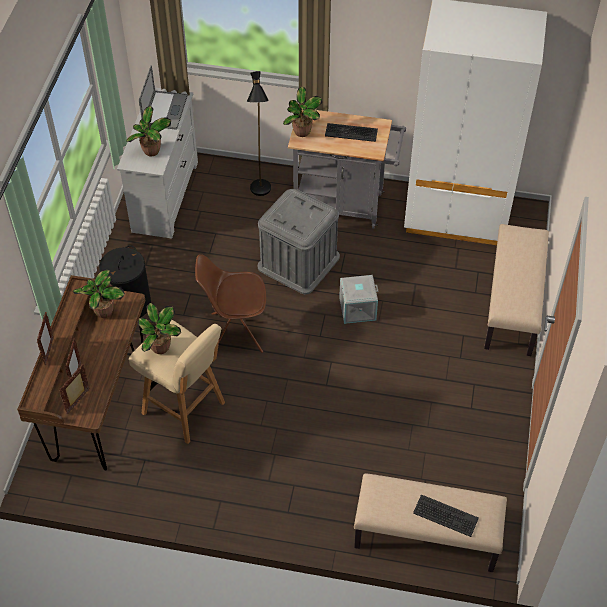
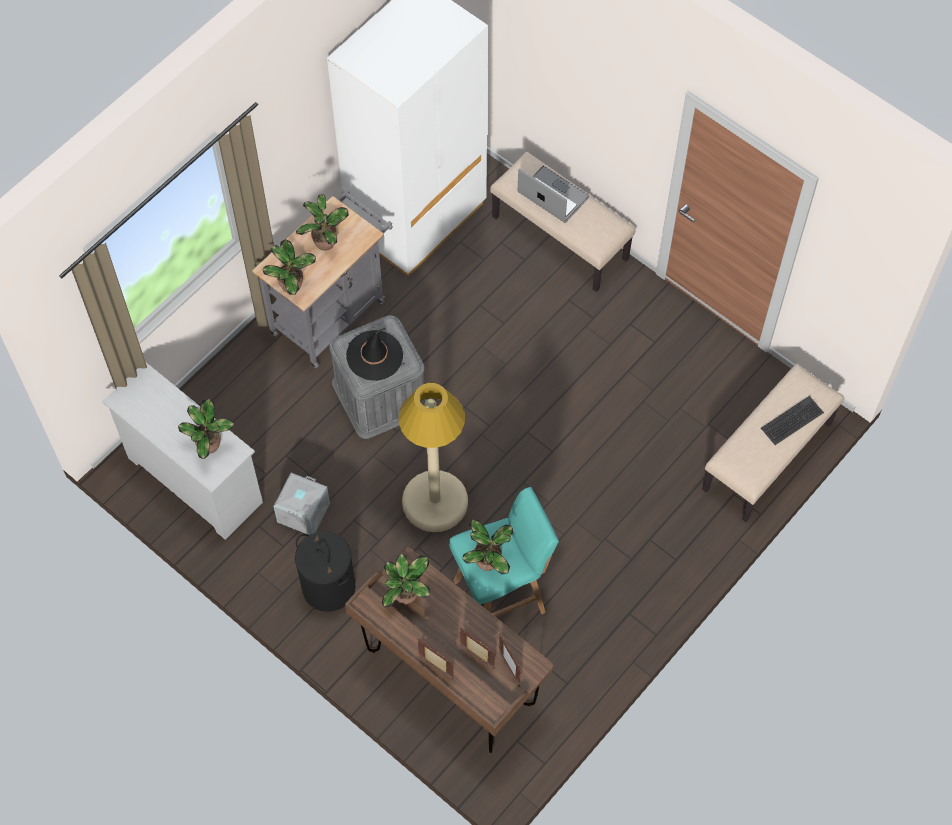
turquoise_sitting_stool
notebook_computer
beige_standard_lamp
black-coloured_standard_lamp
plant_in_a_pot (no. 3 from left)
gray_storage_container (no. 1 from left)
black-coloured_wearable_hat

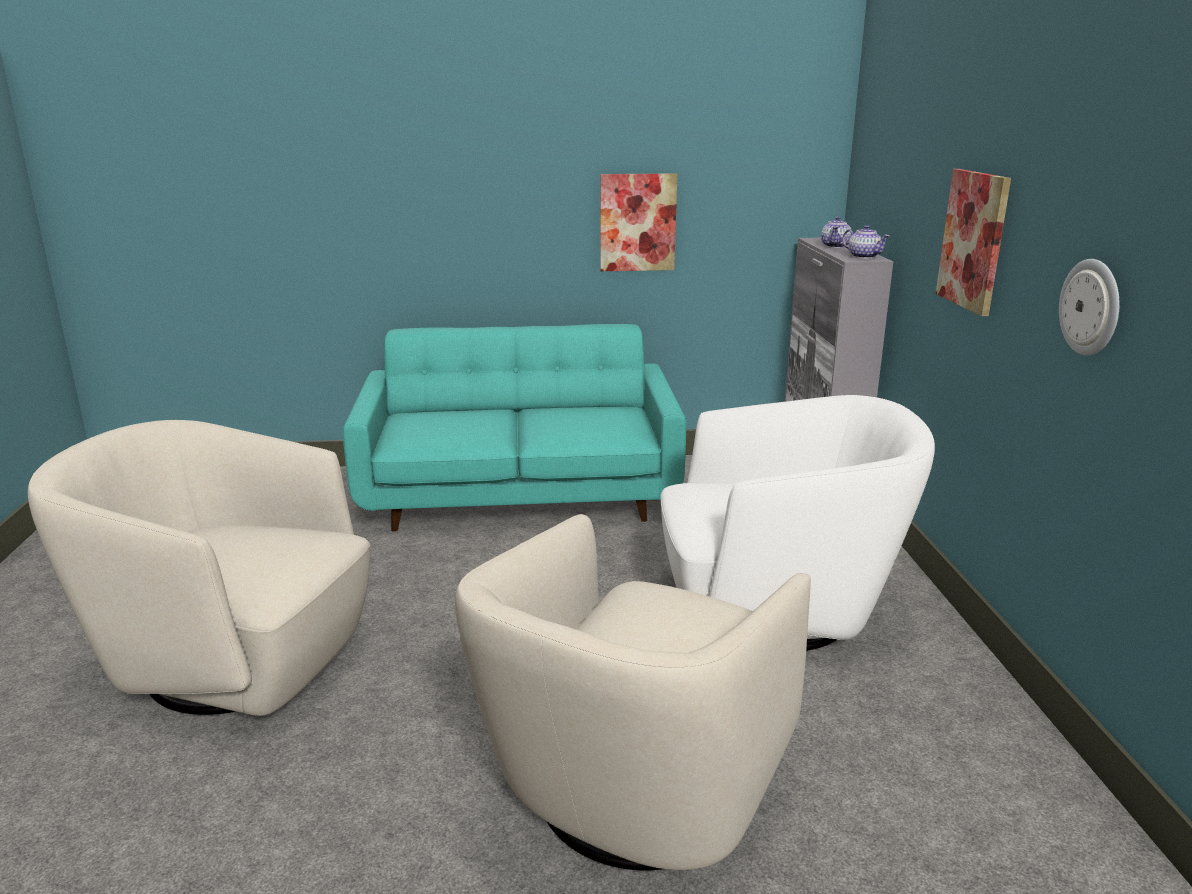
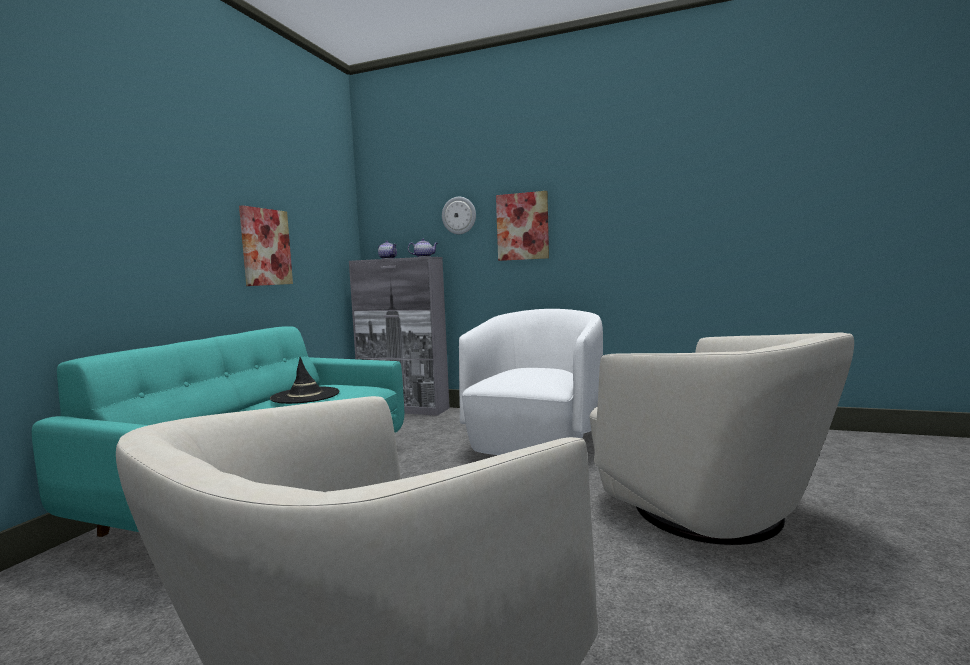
wall_clock
black-coloured_wearable_hat

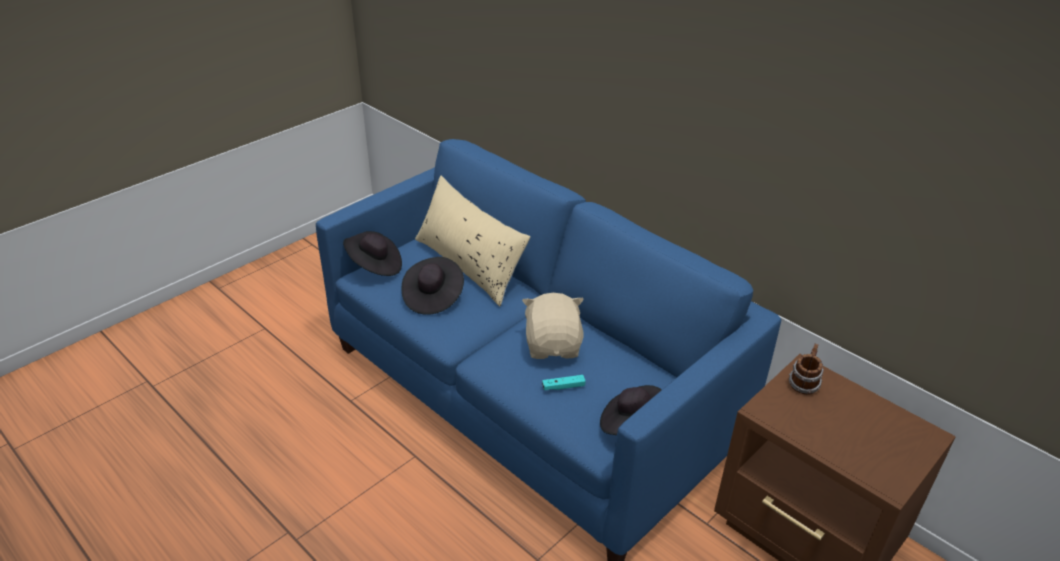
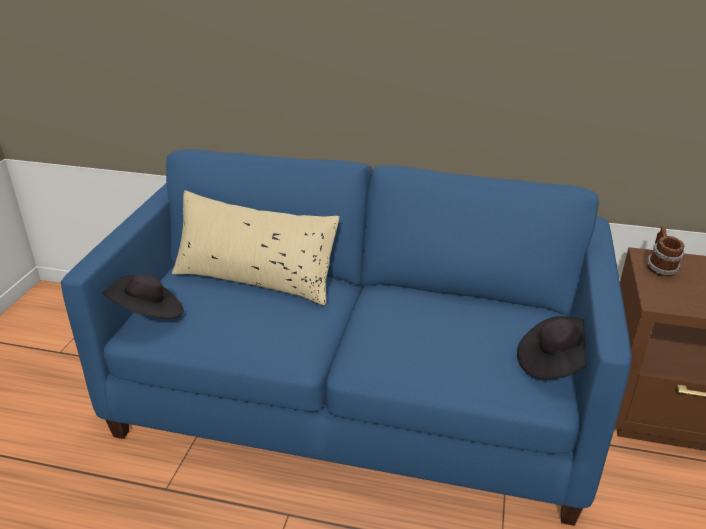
black-coloured_wearable_hat (no. 2 from left in the first image)
beige_cuddly_toy
turquoise_game_controller

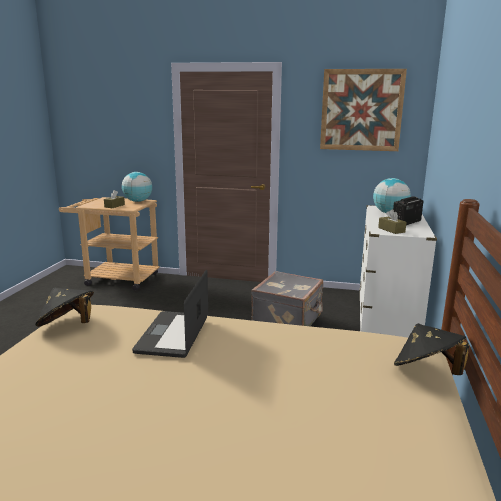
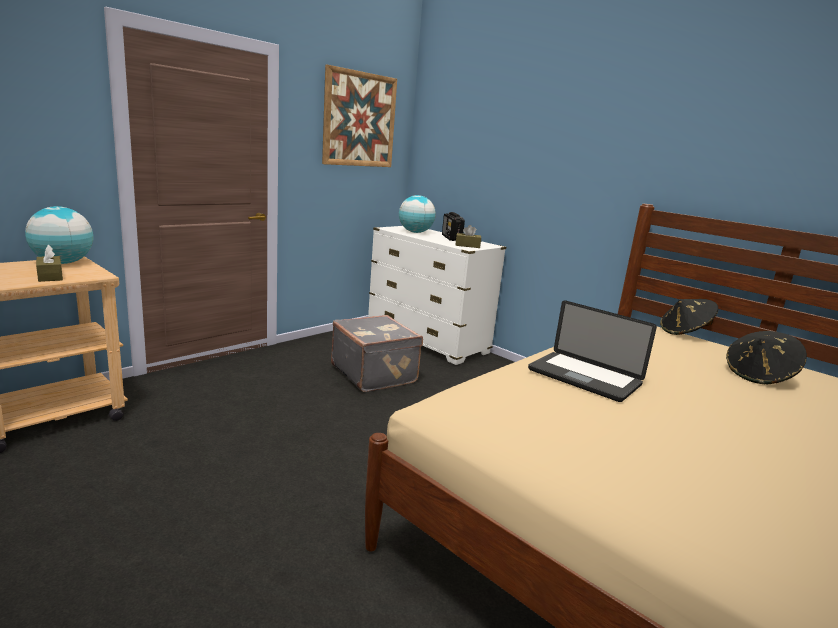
black-coloured_wearable_hat (no. 2 from left)

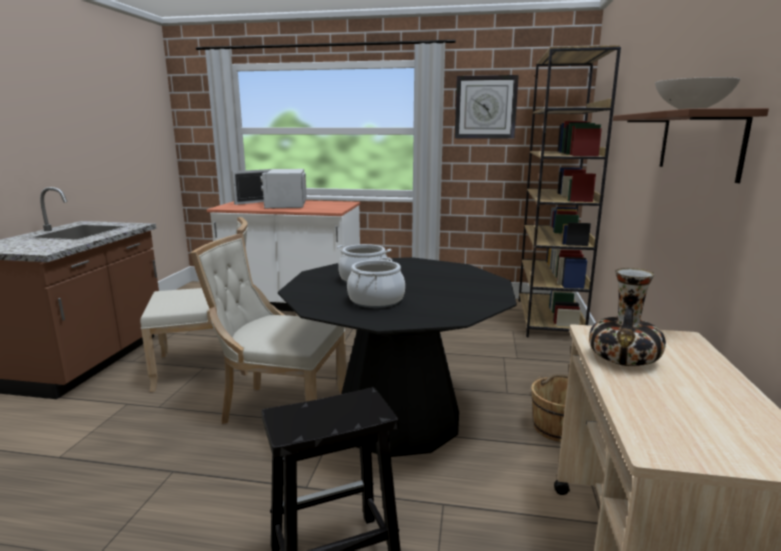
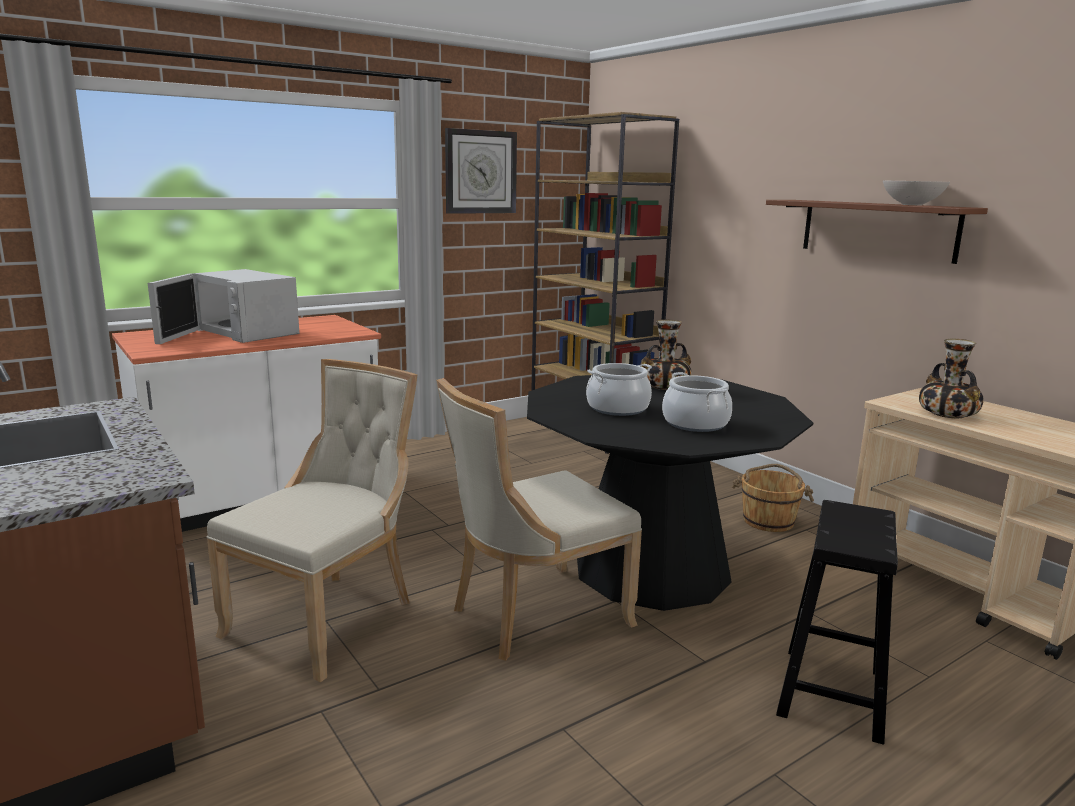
vase (no. 1 from left)

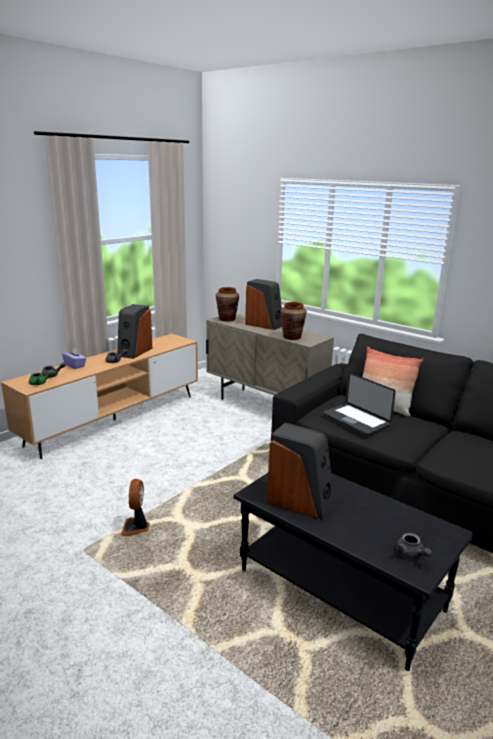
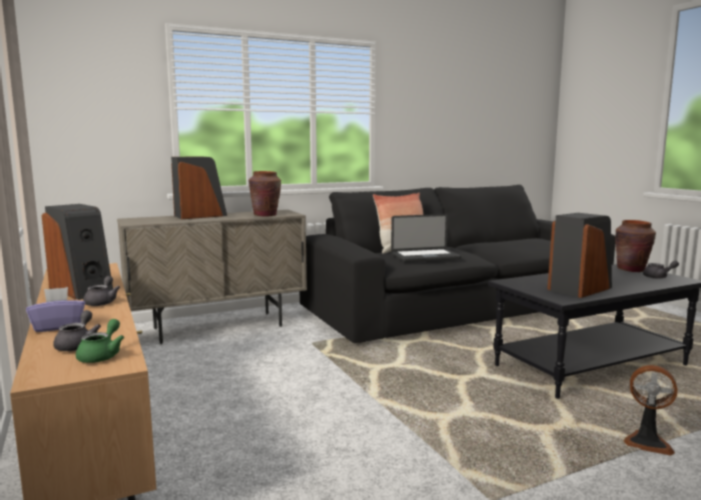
cooling_fan
brownish_vase (no. 2 from left)

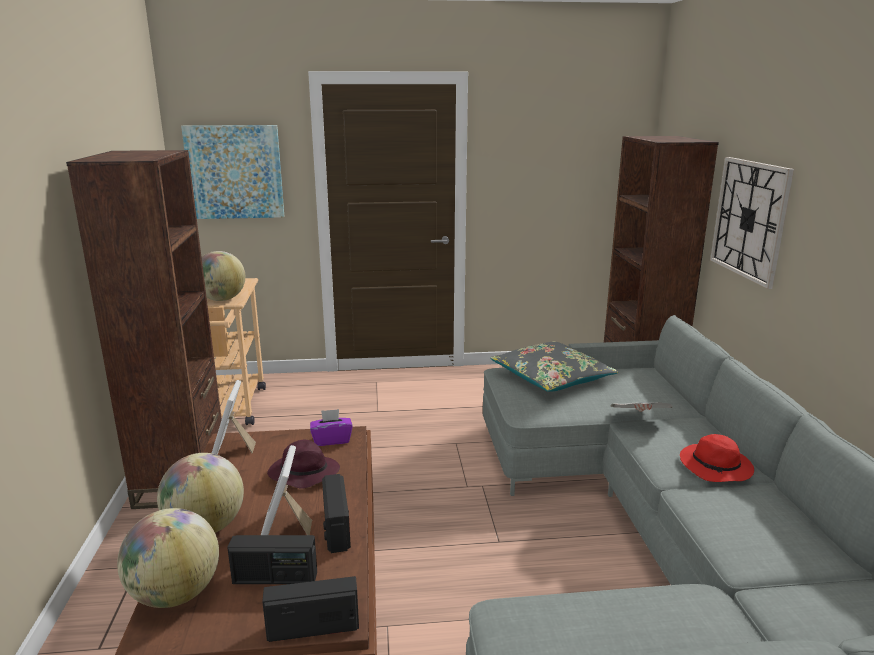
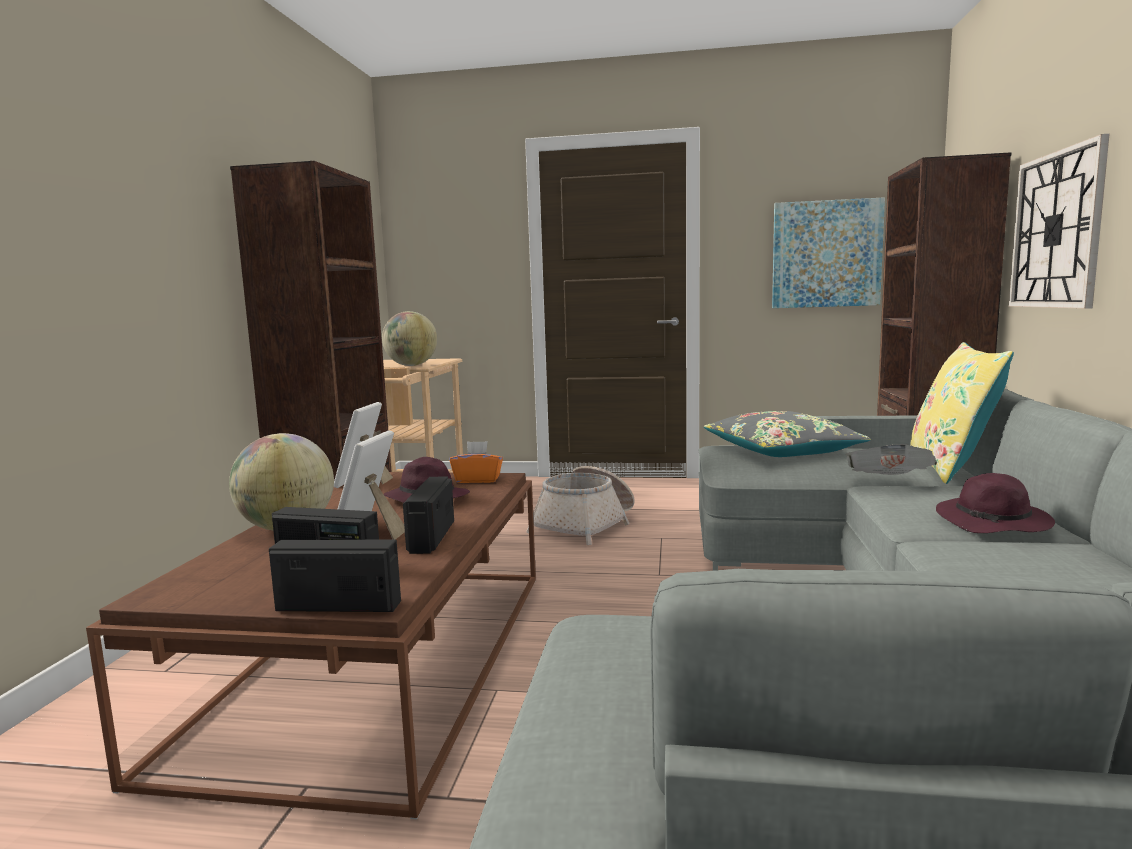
world_globe (no. 1 from left in the first image)
wall_picture
orange-coloured_tissue_box
purple_wearable_hat (no. 2 from left)
household_basket
yellowish_cushion

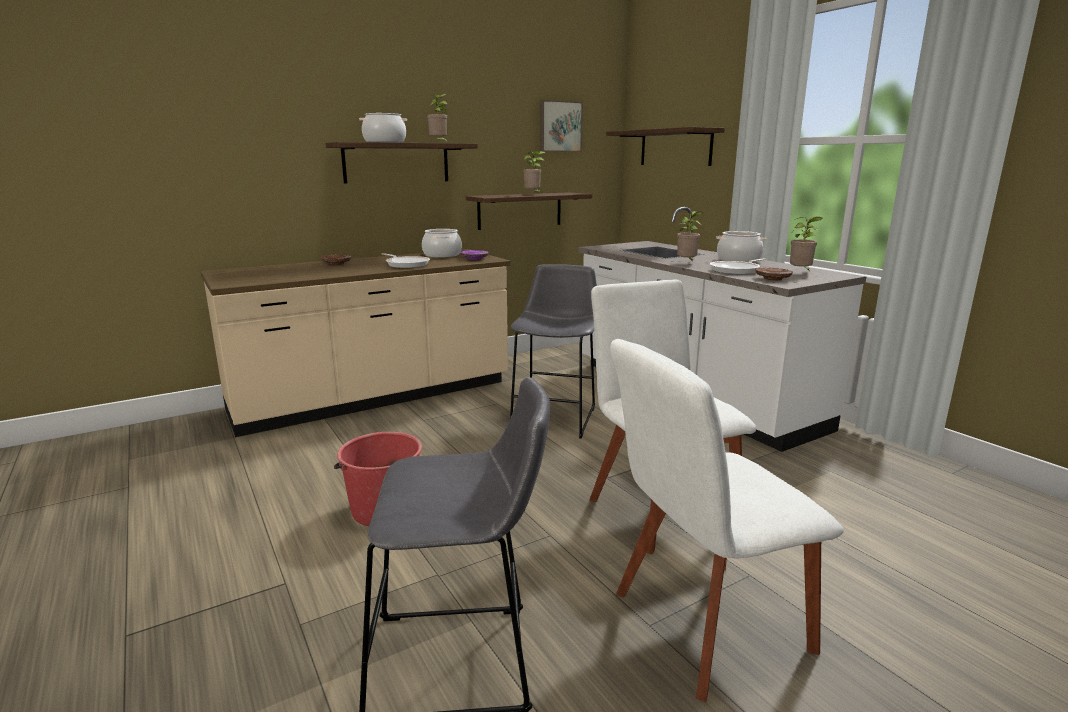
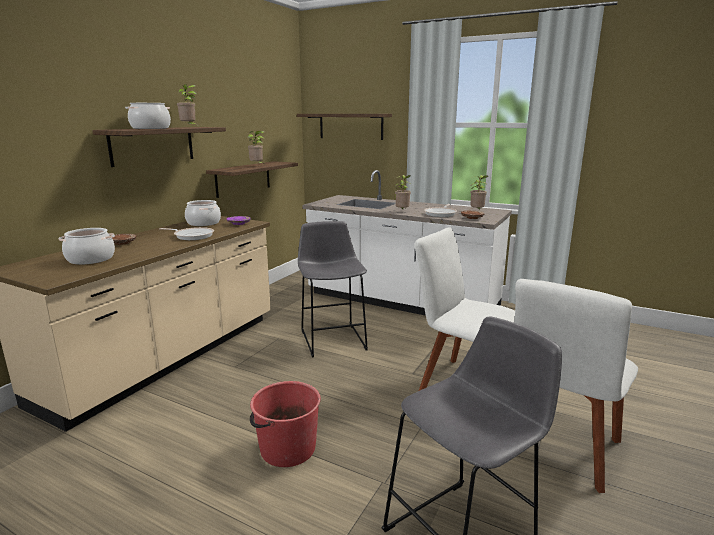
wall_picture
saucepot (no. 1 from left)

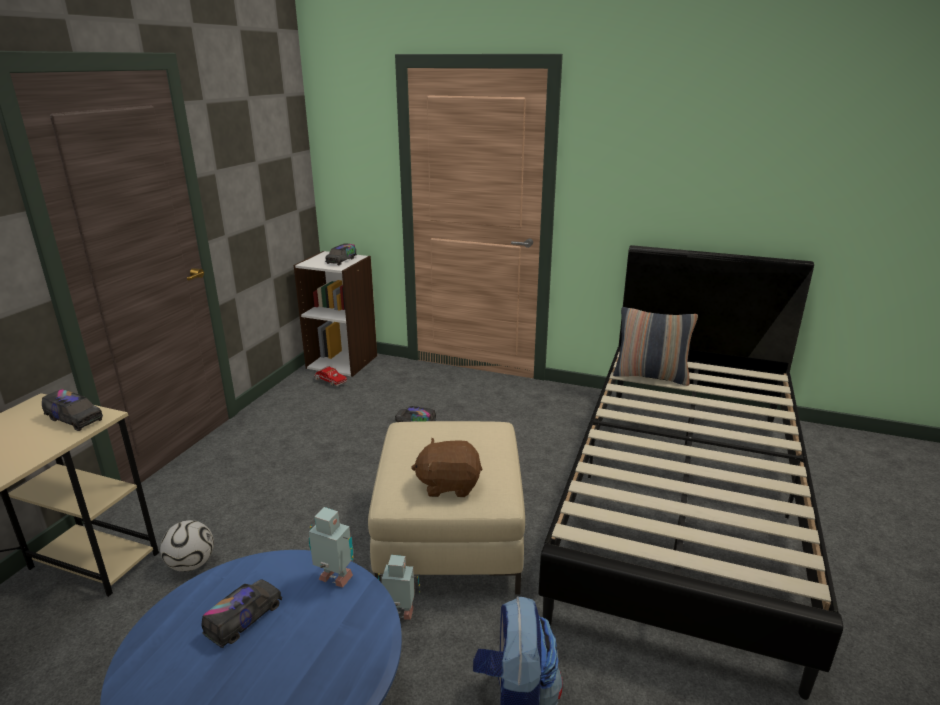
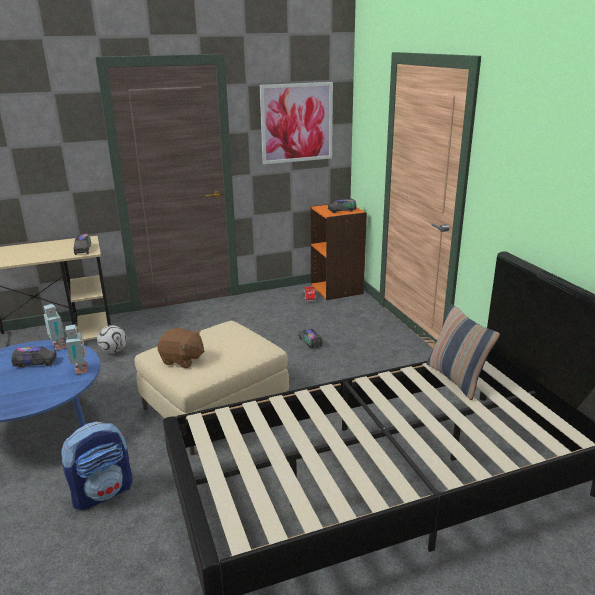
orange-coloured_shelving_unit
model_robot (no. 1 from left)
brownish_cuddly_toy
wall_picture

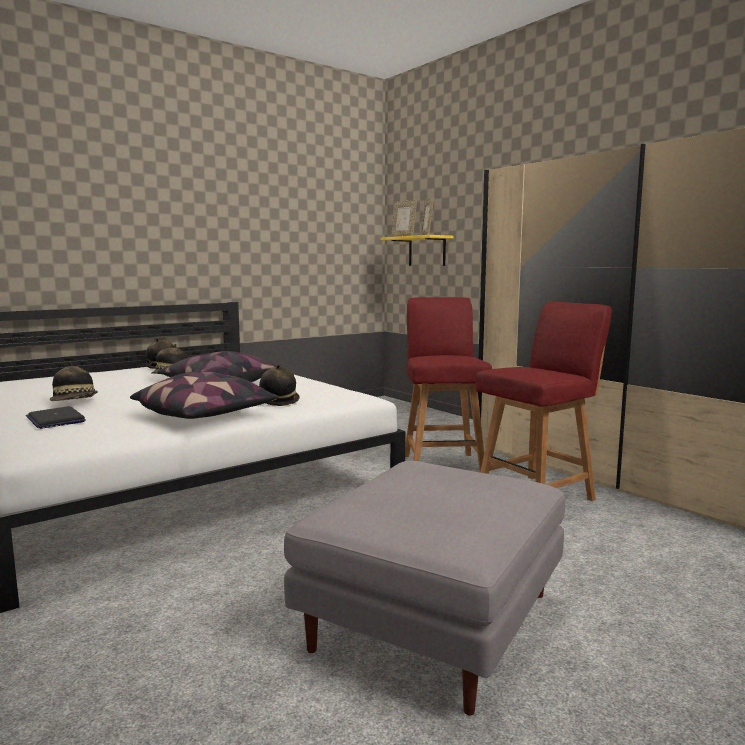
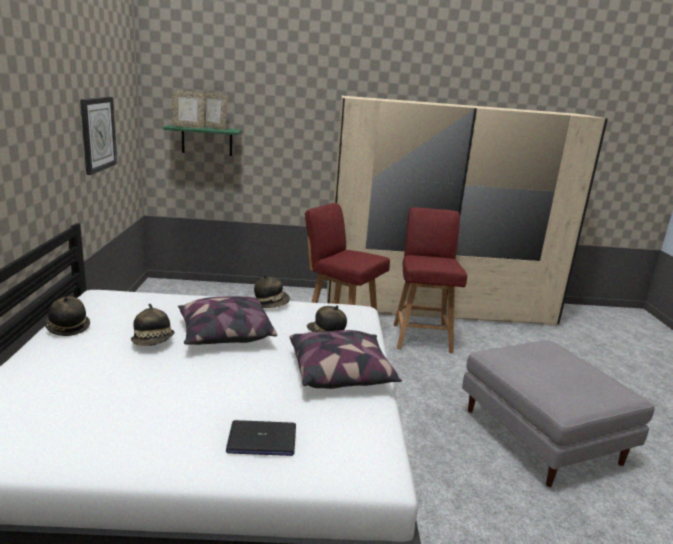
wearable_hat (no. 3 from left)
green-coloured_shelf
wall_clock

